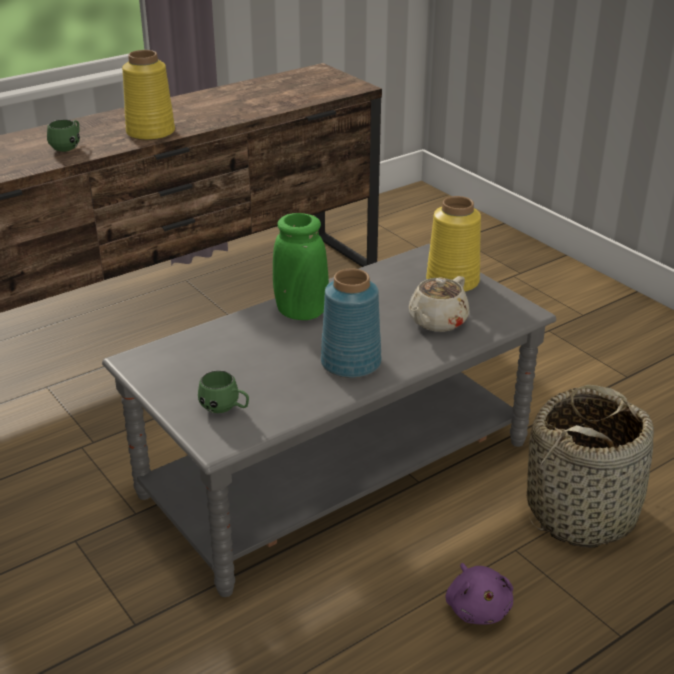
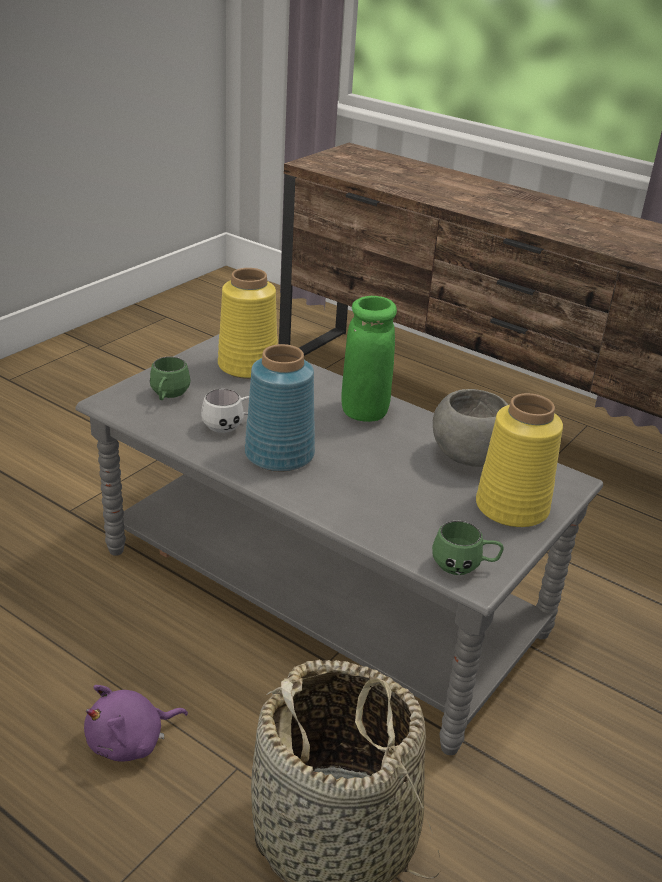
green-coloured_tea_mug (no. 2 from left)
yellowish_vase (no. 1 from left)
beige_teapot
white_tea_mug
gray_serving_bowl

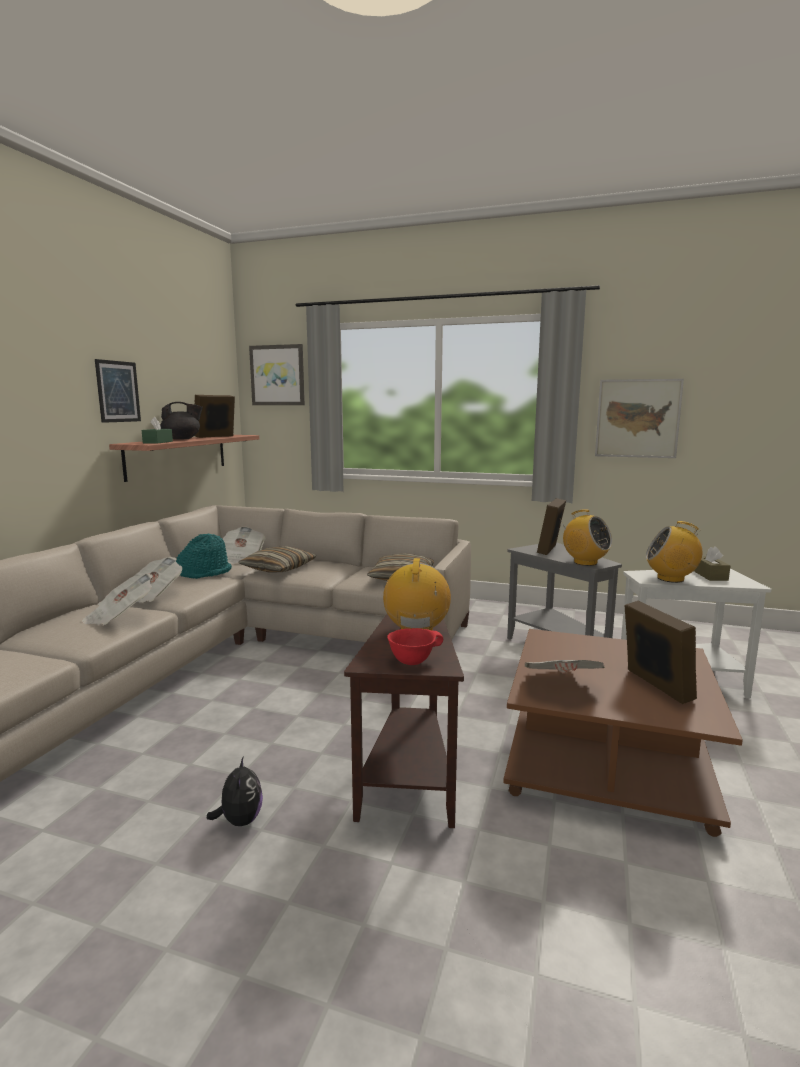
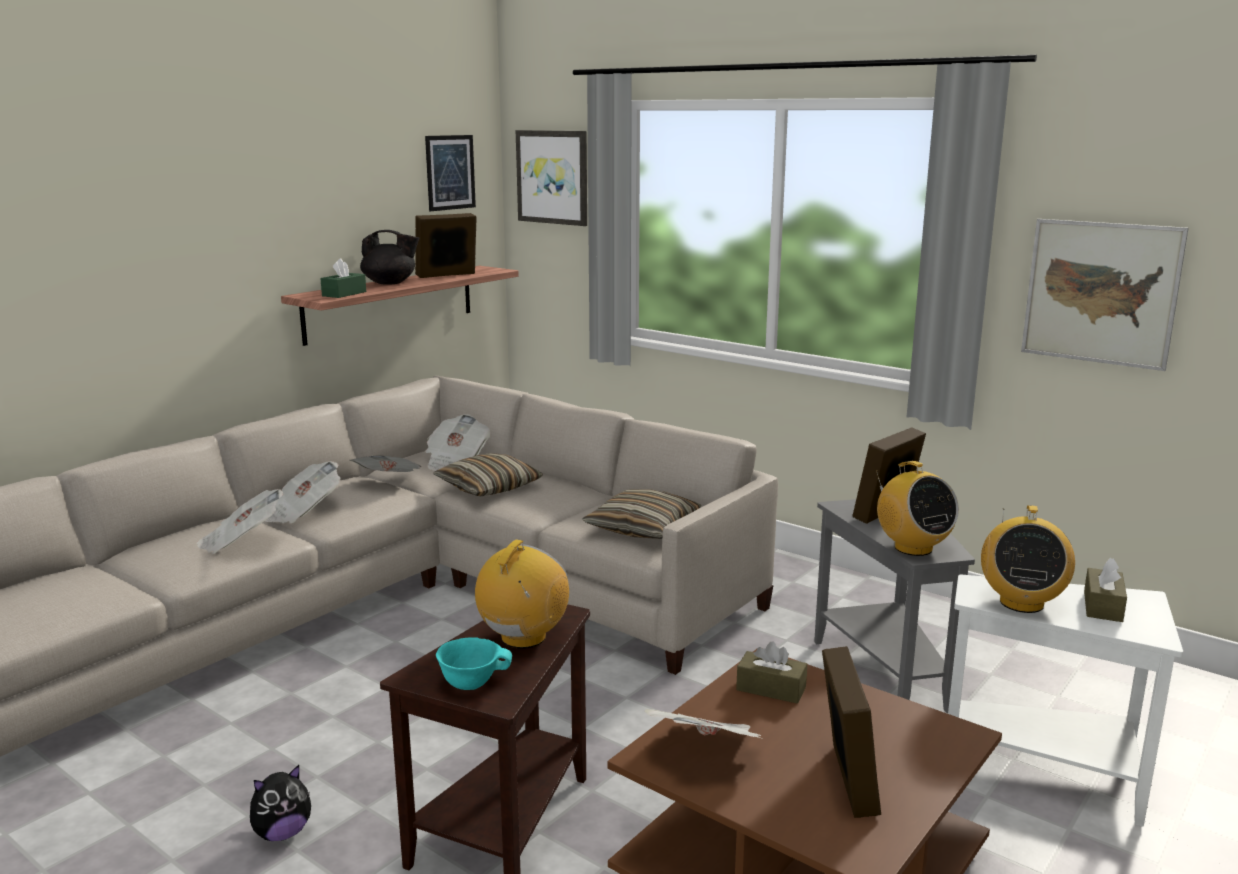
wall_picture (no. 1 from left)
newspaper (no. 3 from left)
cuddly_toy
turquoise_serving_bowl
radio_receiver (no. 3 from left)
brownish_tissue_box (no. 1 from left)

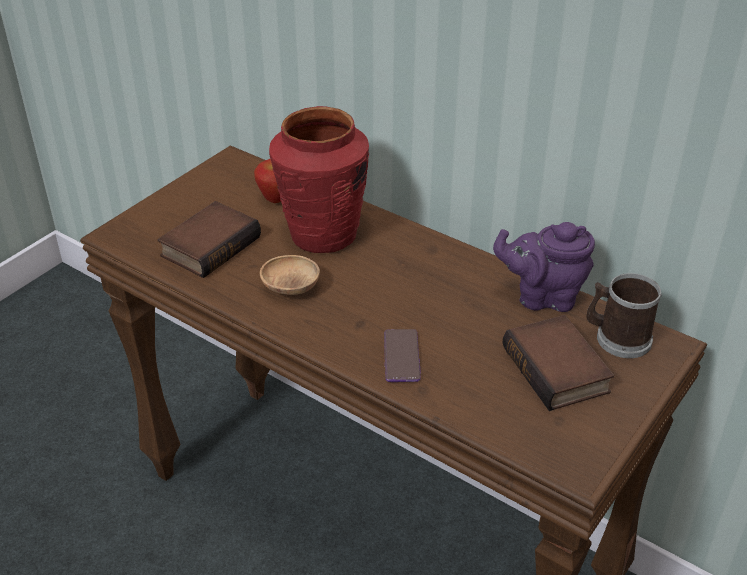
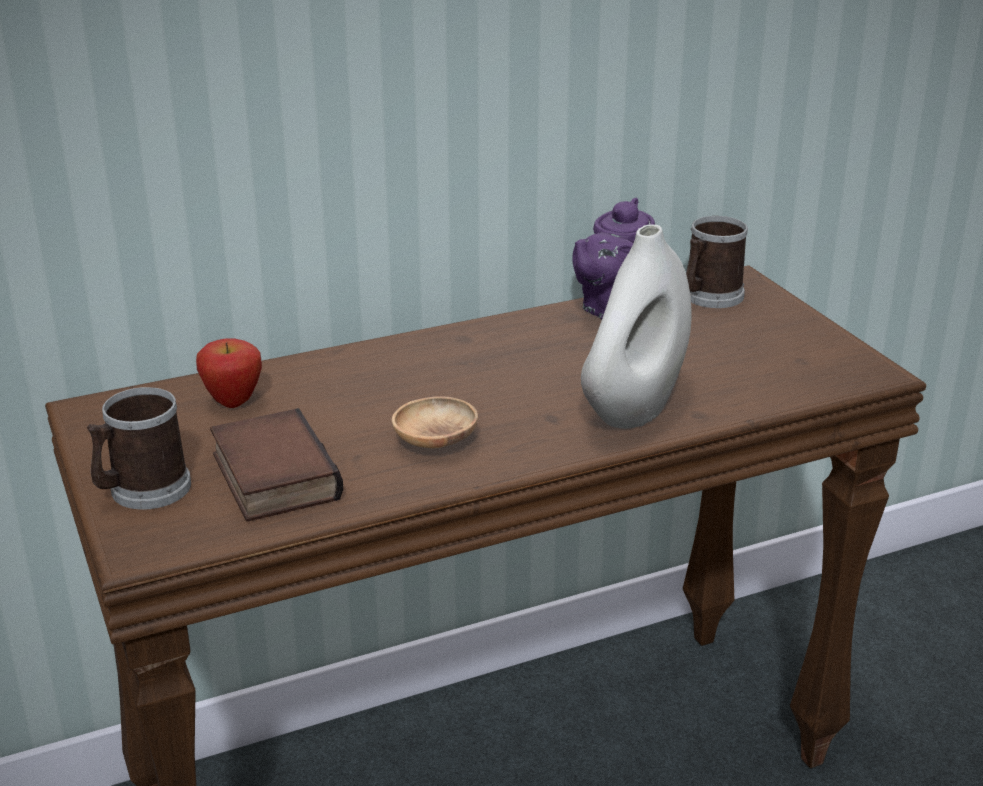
red_vase
white_vase
volume (no. 2 from left in the first image)
tea_mug (no. 1 from left)

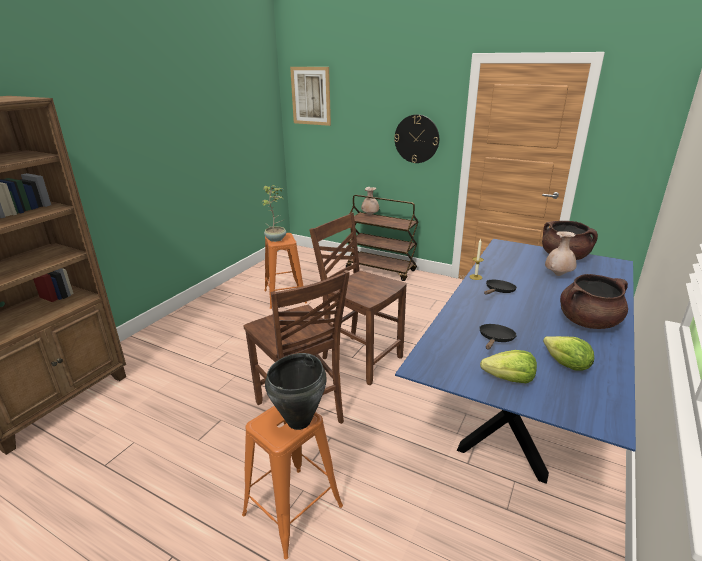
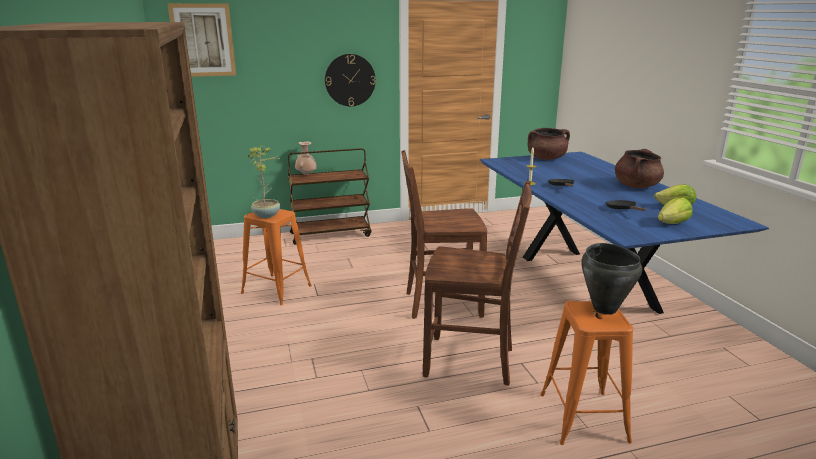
beige_vase (no. 2 from left in the first image)

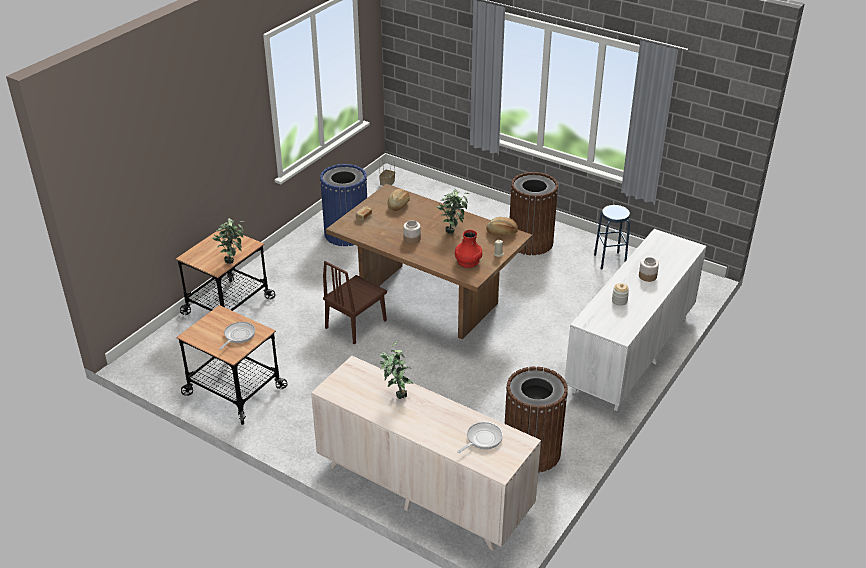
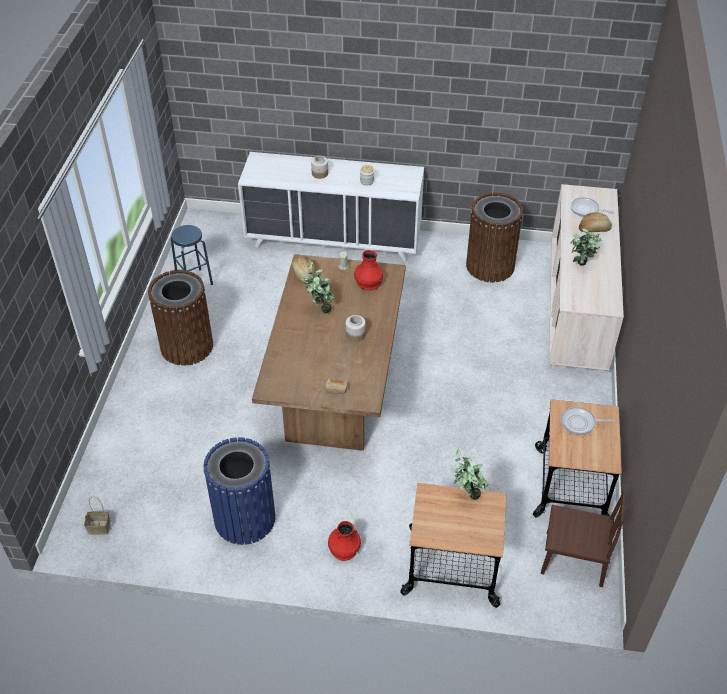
brownish_upright_chair
baked_bread (no. 3 from left)
red_vase (no. 1 from left)

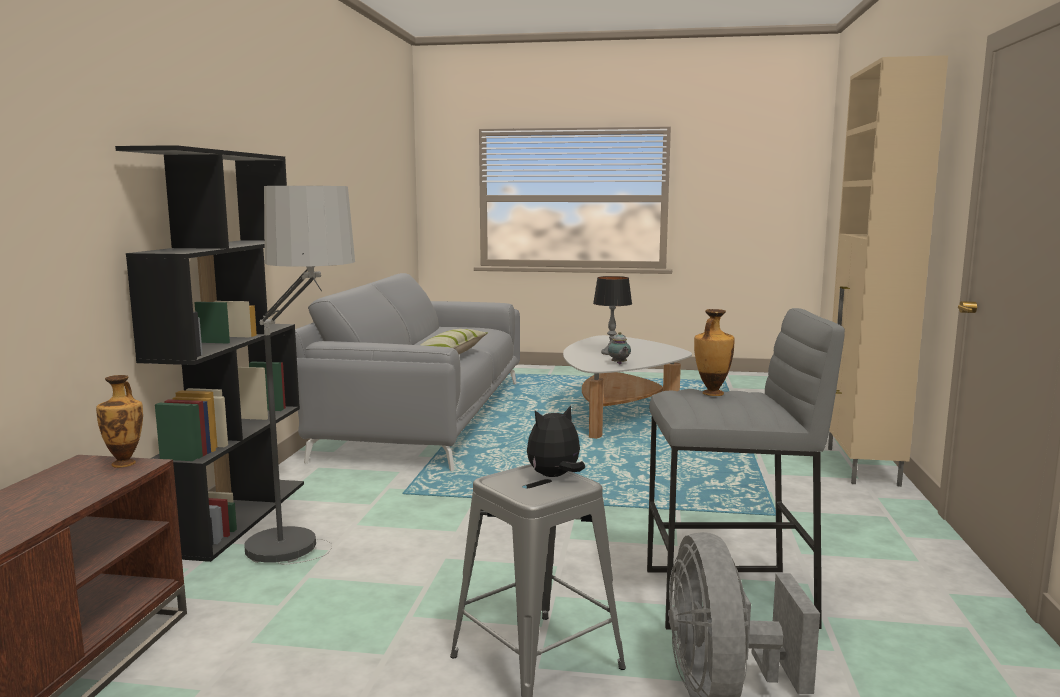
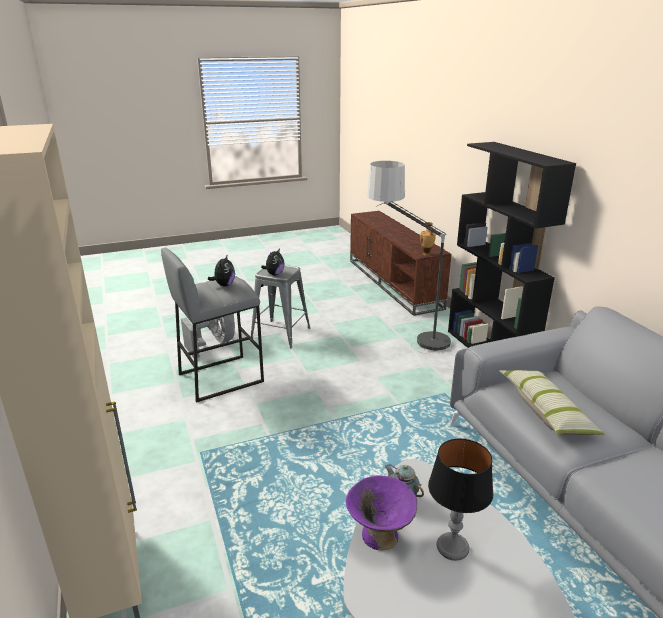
cuddly_toy (no. 1 from left)
purple_serving_bowl

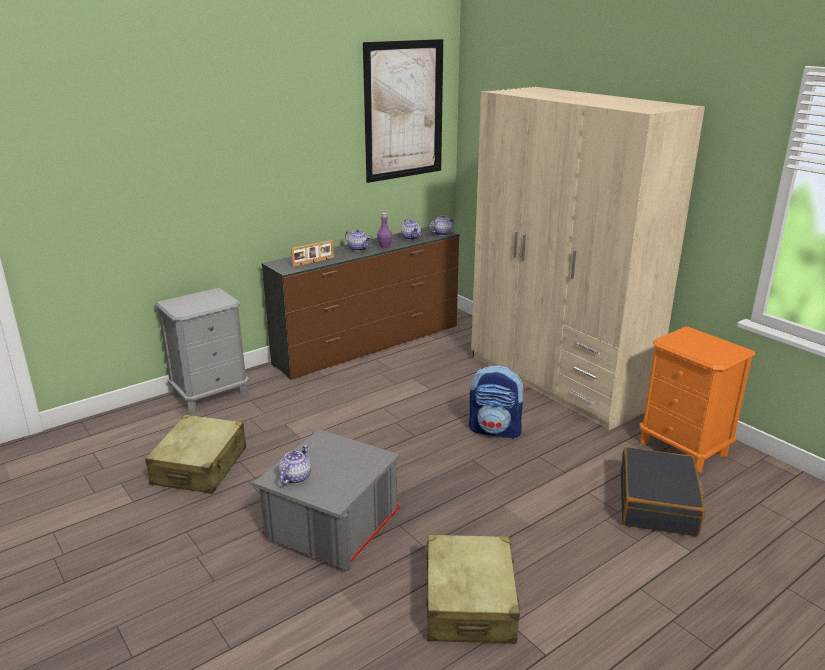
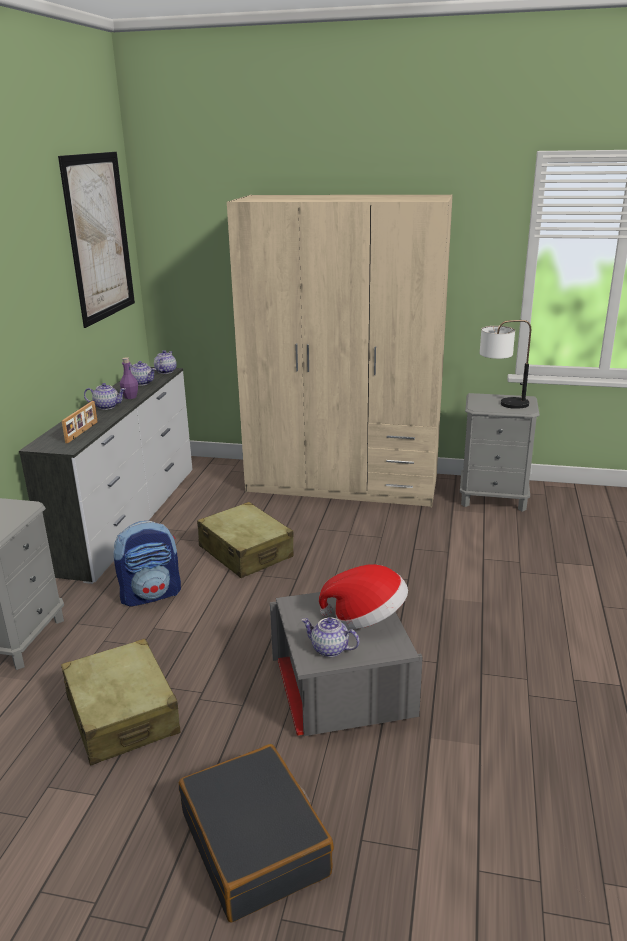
white_dresser
teapot (no. 4 from left)
beige_suitcase (no. 2 from left)
knapsack
black-coloured_suitcase
gray_bedside_table (no. 2 from left)
wearable_hat
table_lamp

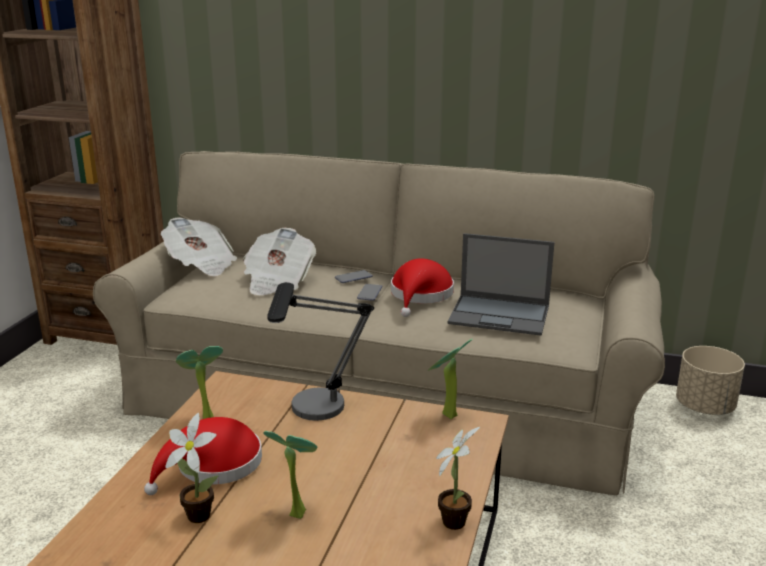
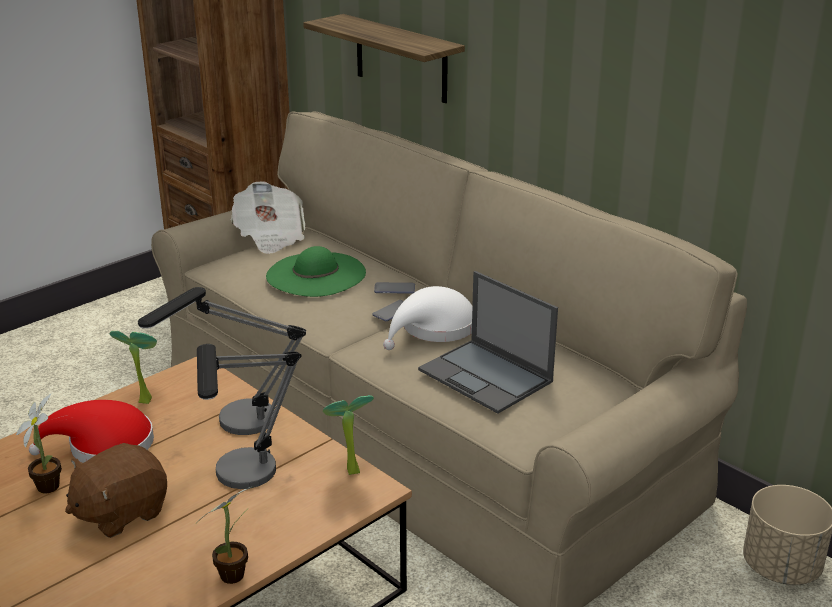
green-coloured_wearable_hat
brownish_cuddly_toy
white_wearable_hat
table_lamp (no. 2 from left)
shelf

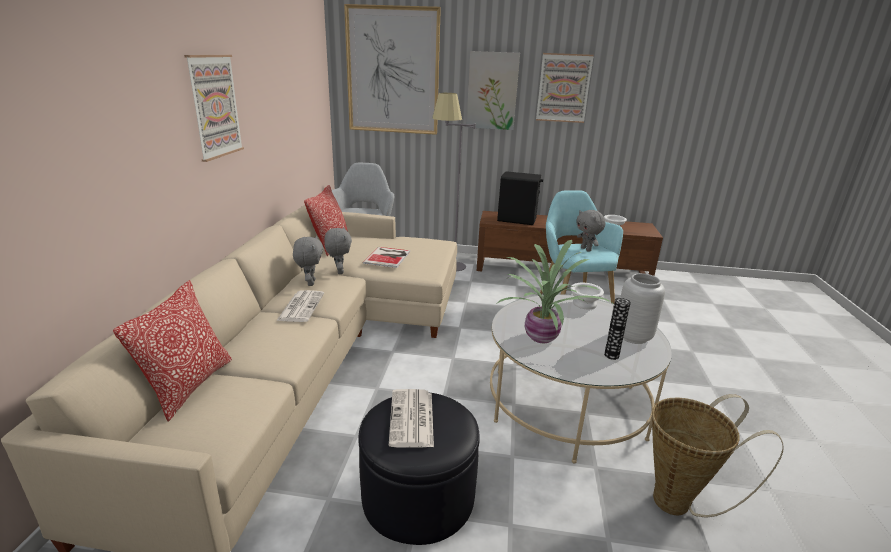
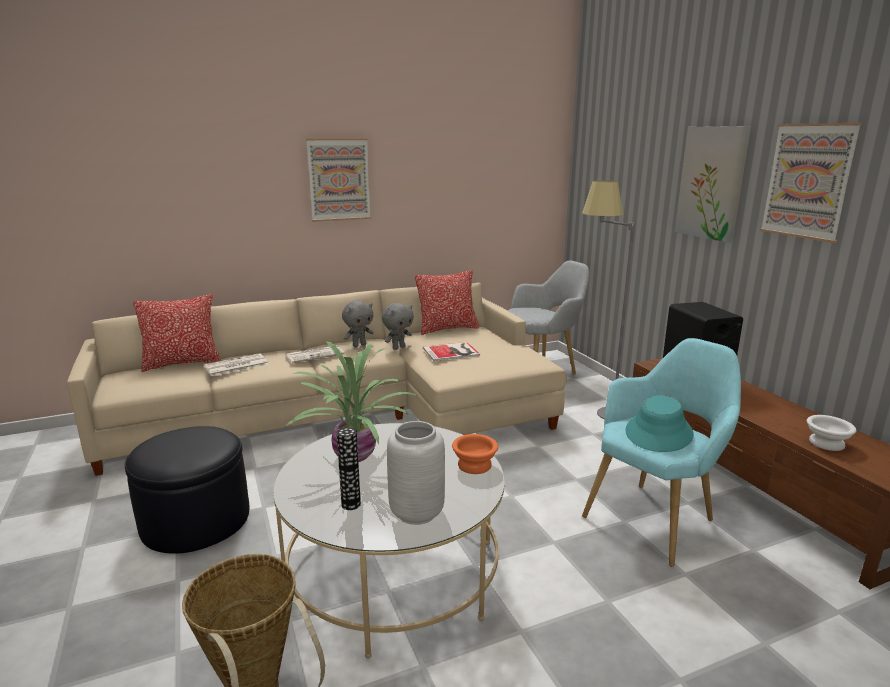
wall_picture (no. 2 from left in the first image)
newspaper (no. 1 from left)
orange-coloured_serving_bowl
turquoise_wearable_hat

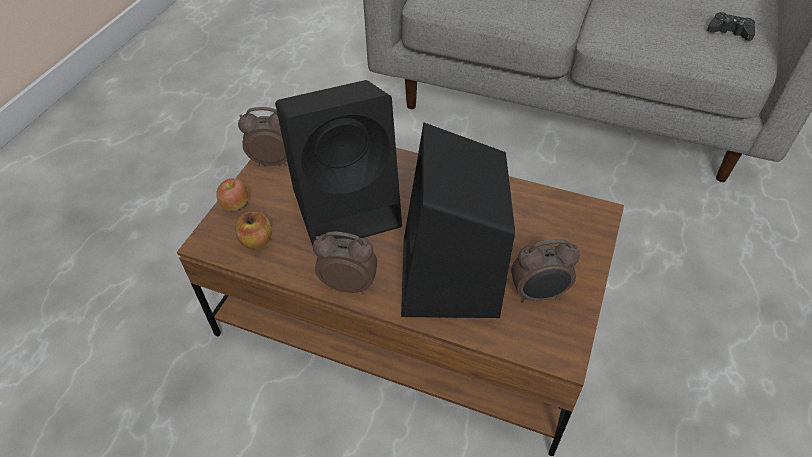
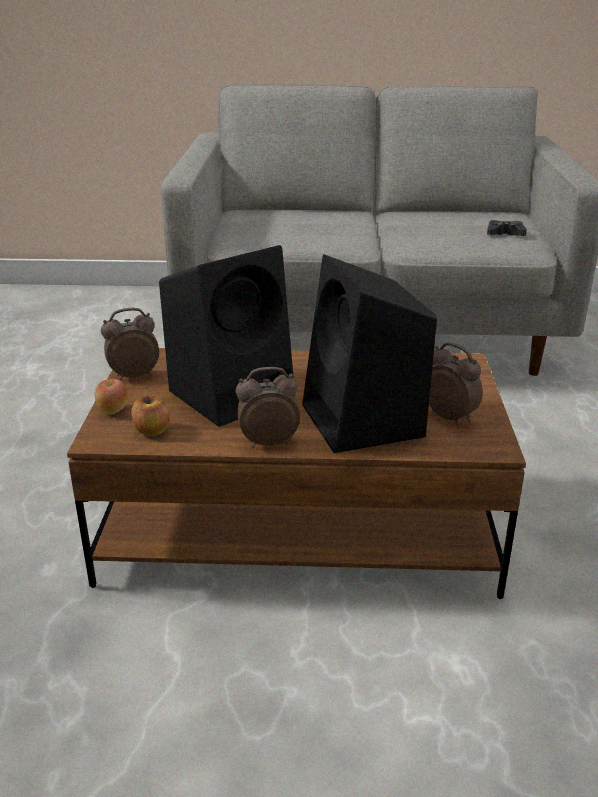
alarm_clock (no. 3 from left)

